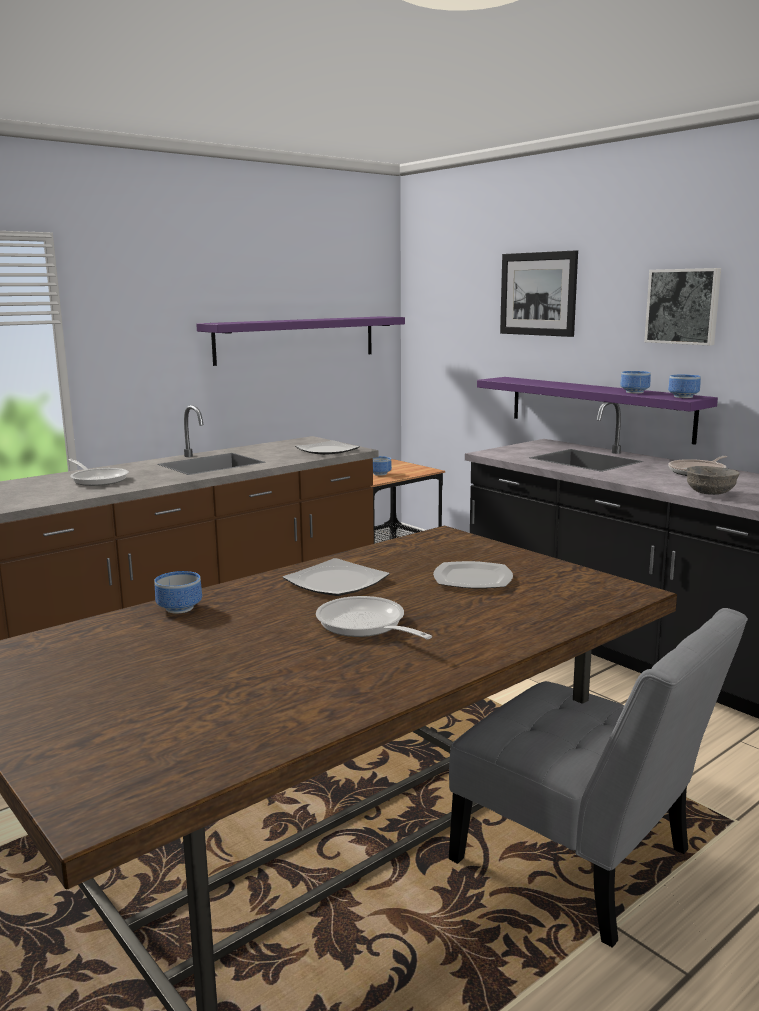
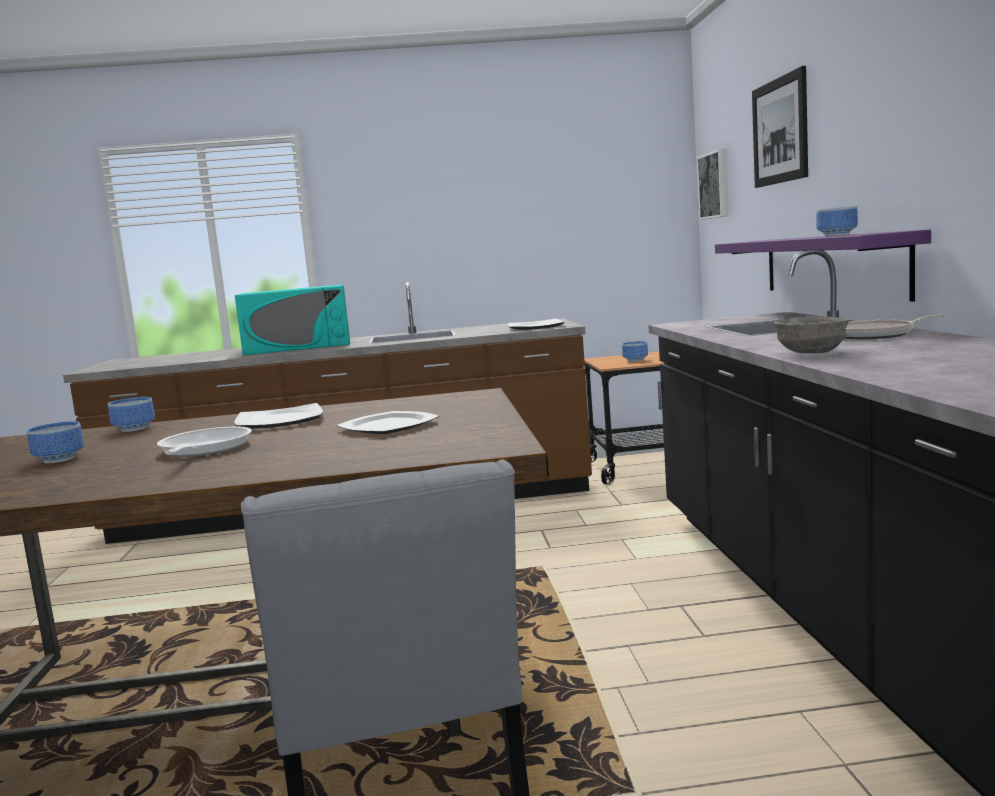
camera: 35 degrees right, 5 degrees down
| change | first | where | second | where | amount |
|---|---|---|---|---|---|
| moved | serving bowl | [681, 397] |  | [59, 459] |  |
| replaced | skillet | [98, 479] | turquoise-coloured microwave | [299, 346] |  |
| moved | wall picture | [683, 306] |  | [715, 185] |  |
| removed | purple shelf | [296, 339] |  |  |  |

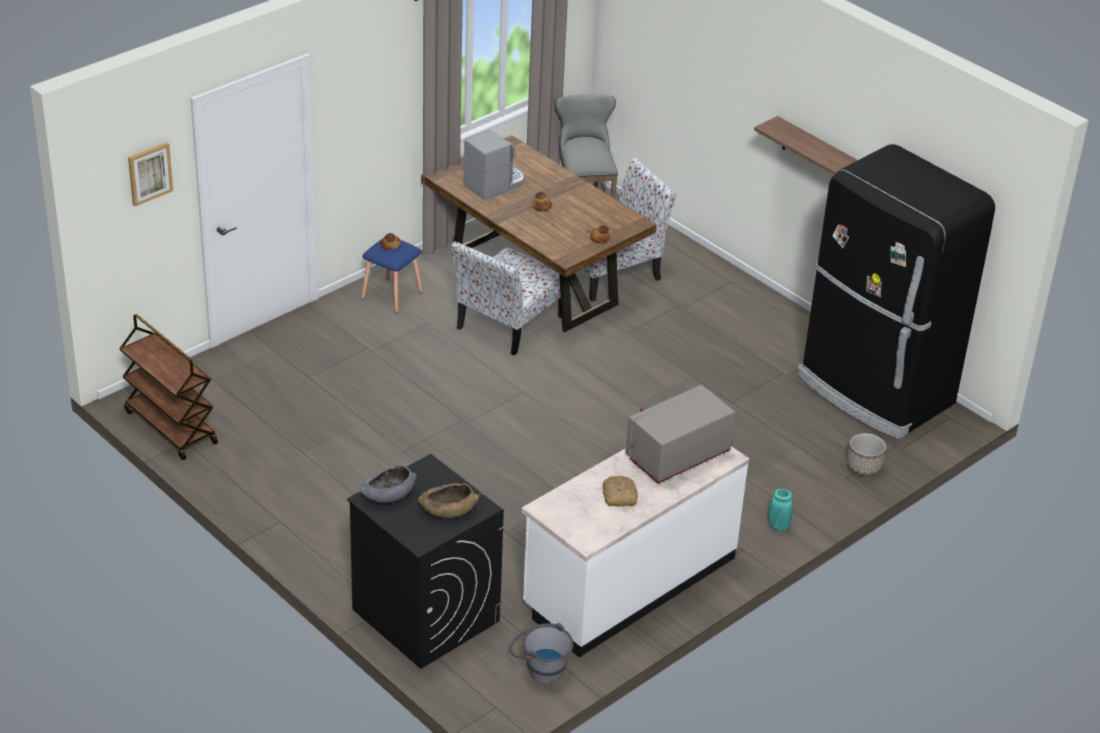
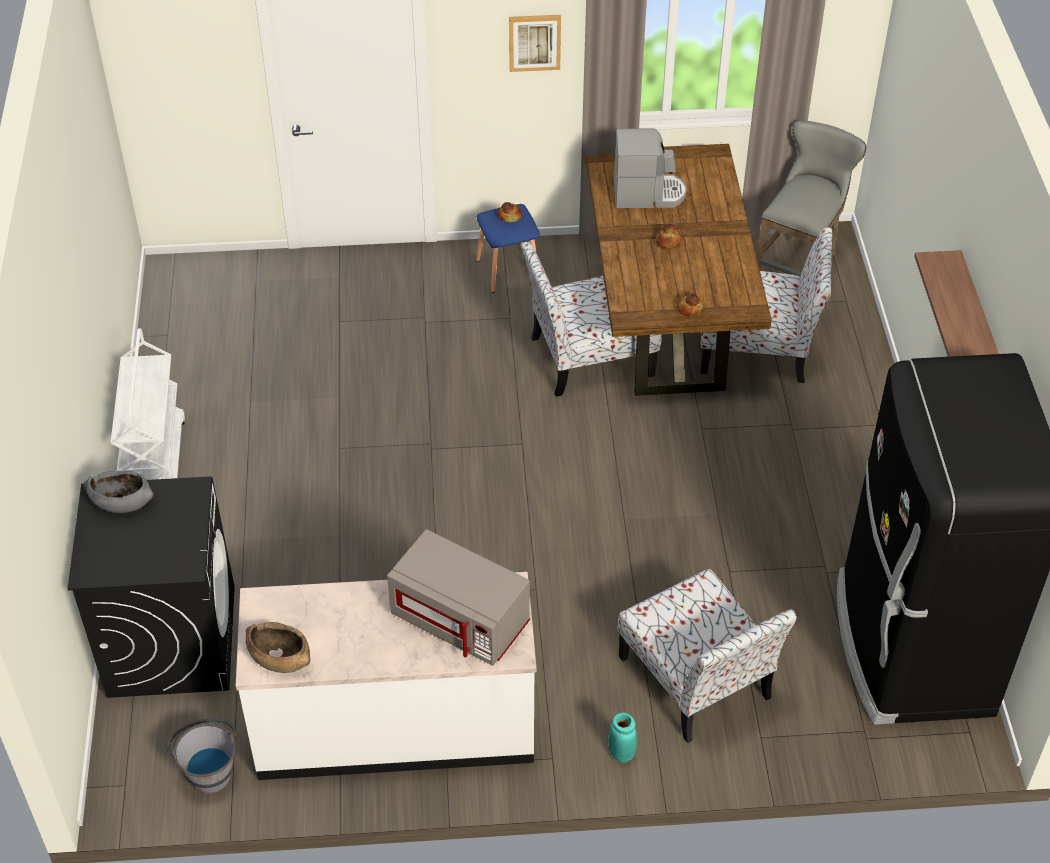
camera: 40 degrees right, 10 degrees up
| change | first | where | second | where | amount |
|---|---|---|---|---|---|
| added |  |  | white-coloured trolley | [155, 463] |  |
| moved | brown serving bowl | [448, 510] |  | [279, 656] |  |
| turned | greyish microwave | [677, 456] |  | [461, 620] | 150 degrees counterclockwise |
| moved | wall picture | [149, 173] |  | [534, 42] |  |
| added |  |  | chair | [697, 680] |  |
| removed | brown trolley | [170, 427] |  |  |  |
| removed | bakery bread | [618, 496] |  |  |  |
| removed | planter | [864, 467] |  |  |  |

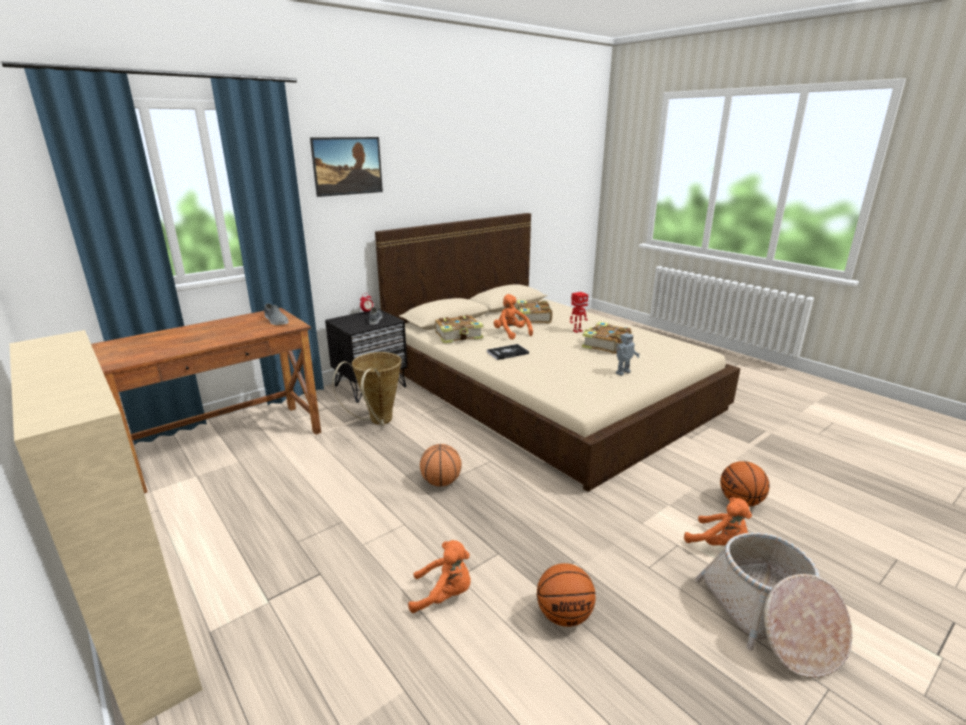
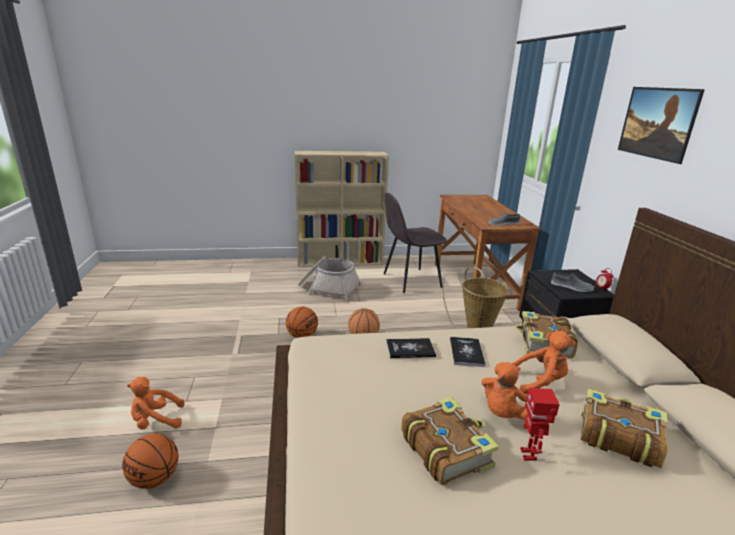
camera: 120 degrees right, 0 degrees up
| change | first | where | second | where | amount |
|---|---|---|---|---|---|
| moved | ball for basketball | [564, 615] |  | [302, 336] |  |
| moved | storage basket | [769, 619] |  | [328, 288] |  |
| added |  |  | greyish chair | [410, 281] |  |
| added |  |  | book | [410, 349] |  |
| moved | orangey soft toy | [444, 595] |  | [503, 413] |  |
| removed | model robot | [622, 372] |  |  |  |

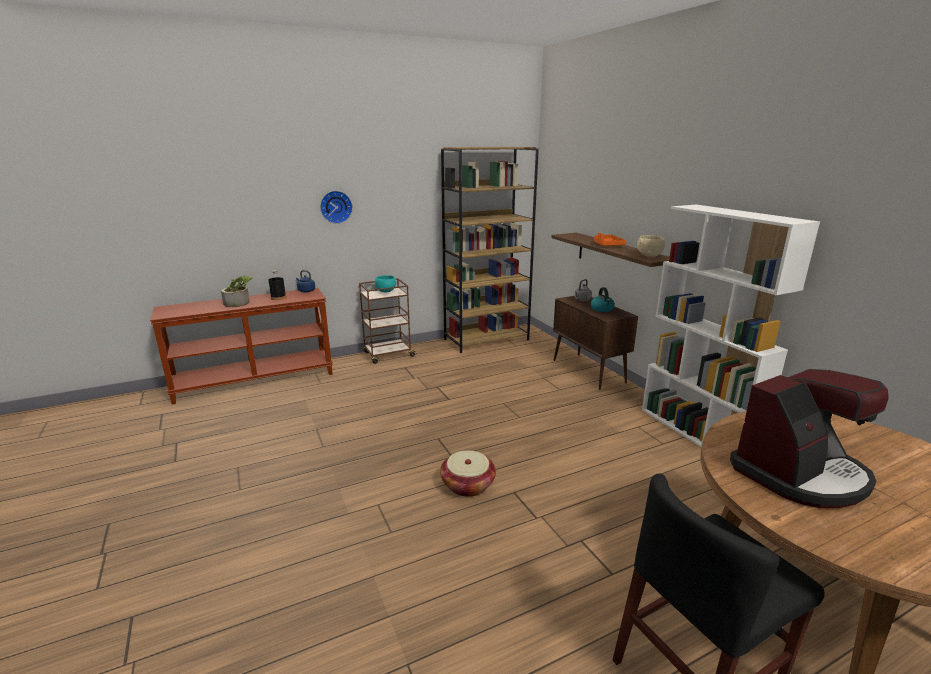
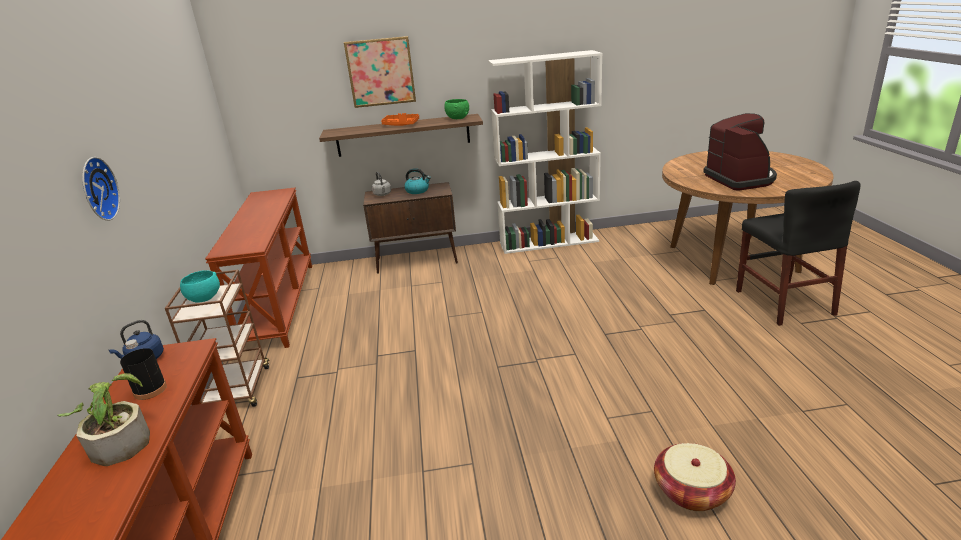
camera: 70 degrees left, 5 degrees up
| change | first | where | second | where | amount |
|---|---|---|---|---|---|
| replaced | brown bookshelf | [486, 339] | brown narrow table | [278, 304] |  |
| added |  |  | wall picture | [380, 72] |  |
| recoloured | sand-coloured serving bowl | [650, 255] | green-coloured serving bowl | [457, 118] |  |
| moved | storage basket | [468, 485] |  | [691, 491] |  |

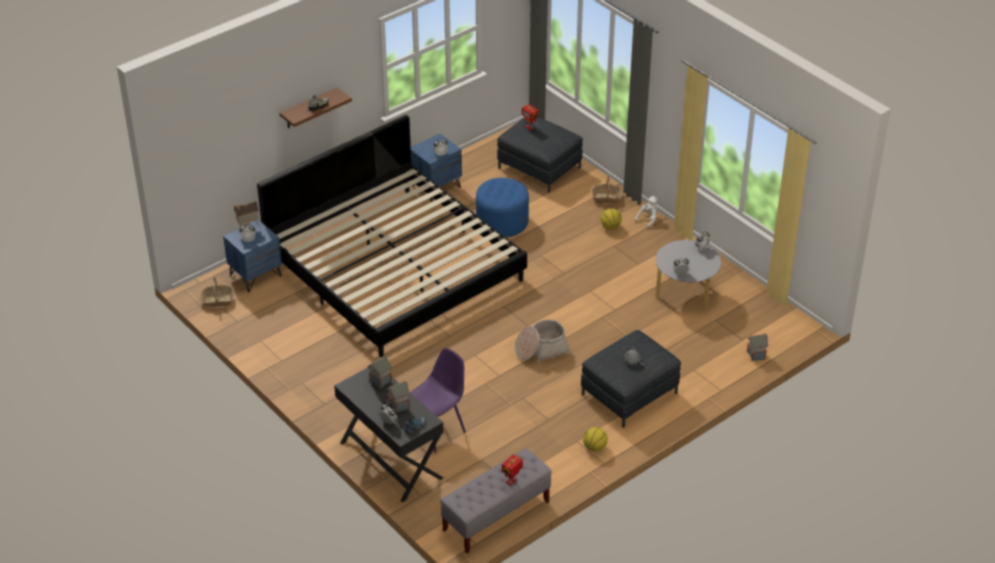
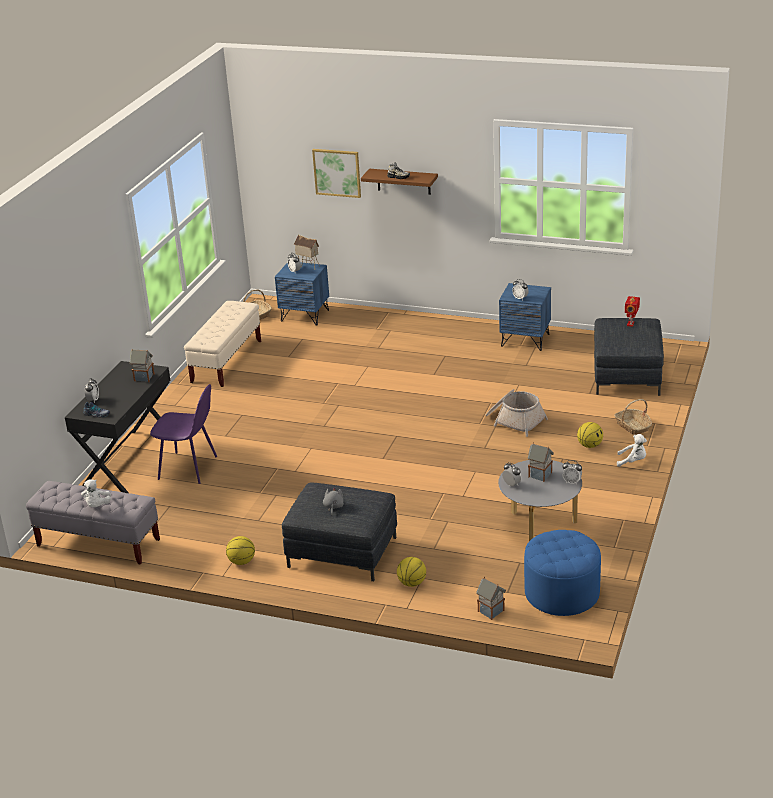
camera: 60 degrees right, 10 degrees down
| change | first | where | second | where | amount |
|---|---|---|---|---|---|
| replaced | model robot | [512, 481] | white-coloured soft toy | [97, 506] |  |
| added |  |  | sand-coloured long seat | [226, 362] |  |
| added |  |  | wall picture | [337, 172] |  |
| added |  |  | ball for basketball | [412, 583] |  |
| moved | storage basket | [541, 349] |  | [514, 420] |  |
| moved | blue ottoman | [502, 222] |  | [562, 593] |  |
| moved | toy house | [399, 405] |  | [540, 475] |  |
| removed | sleeping bed | [394, 268] |  |  |  |

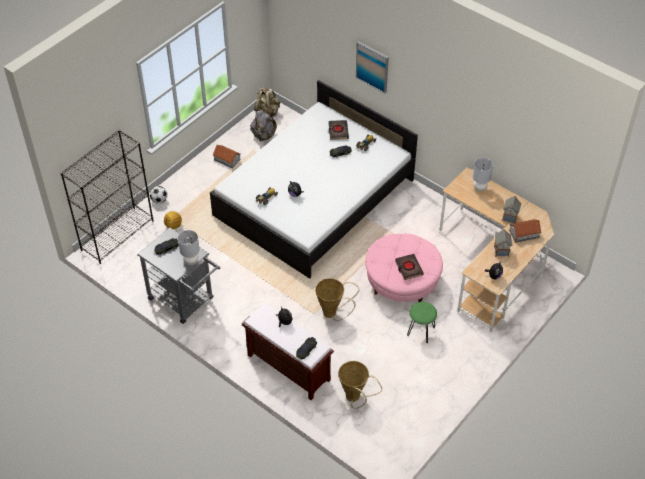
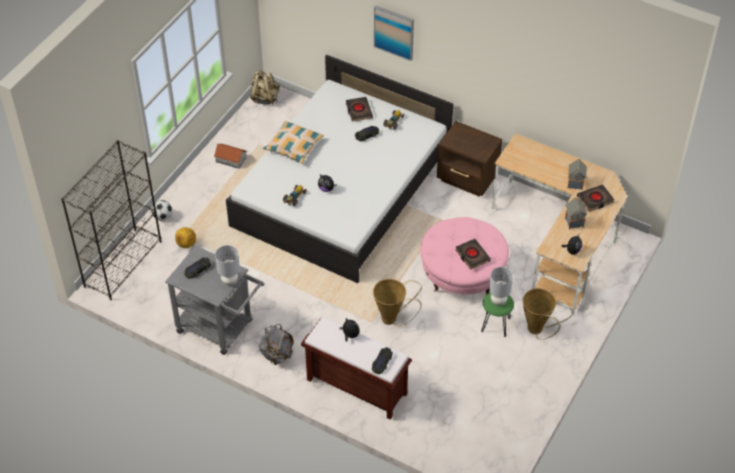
camera: 10 degrees left, 0 degrees up
| change | first | where | second | where | amount |
|---|---|---|---|---|---|
| moved | greyish backpack | [263, 135] |  | [277, 355] |  |
| added |  |  | throw pillow | [293, 146] |  |
| added |  |  | brown nightstand | [467, 179] |  |
| moved | greyish table lamp | [480, 188] |  | [498, 301] |  |
| moved | storage basket | [355, 399] |  | [538, 331] |  |
| replaced | toy house | [524, 234] | black-coloured book | [595, 200] |  |

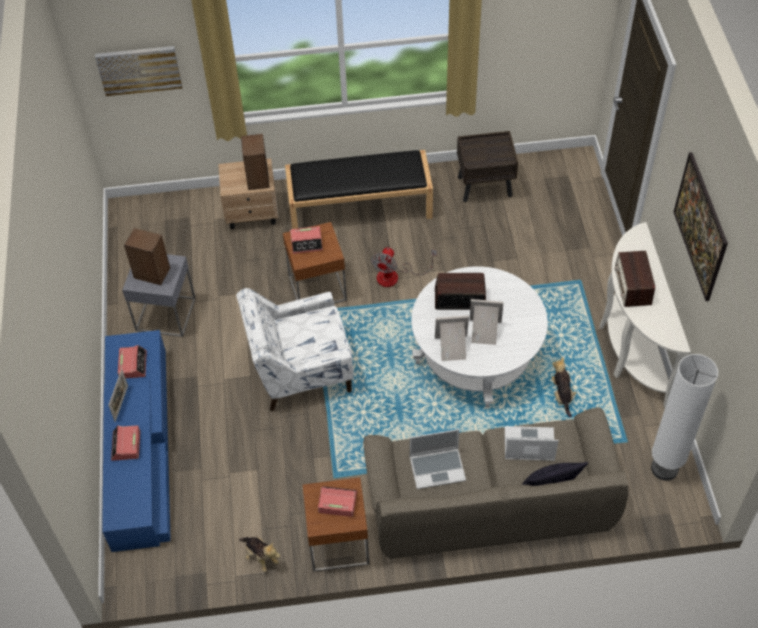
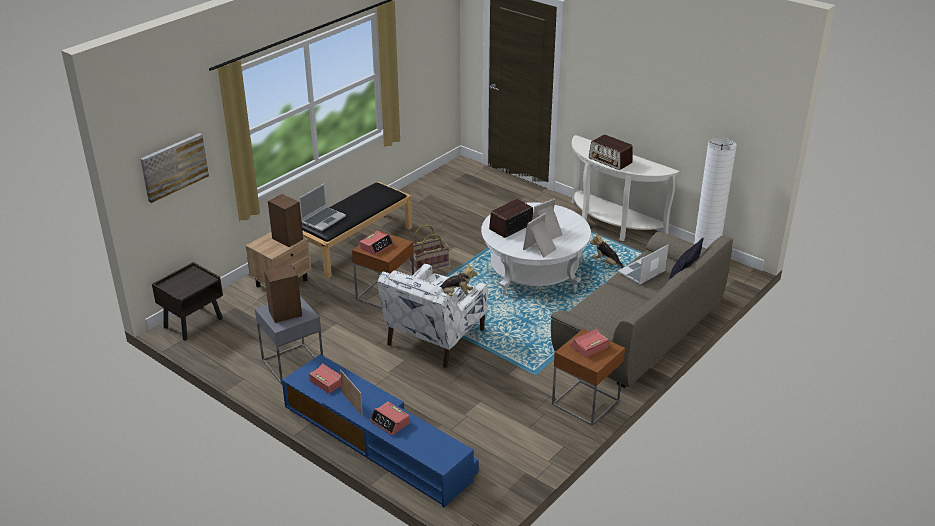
camera: 45 degrees left, 20 degrees down
| change | first | where | second | where | amount |
|---|---|---|---|---|---|
| moved | brown nightstand | [485, 186] |  | [193, 323] |  |
| moved | laptop | [438, 468] |  | [323, 219] |  |
| replaced | fan | [395, 276] | storage basket | [429, 264] |  |
| moved | soft toy | [260, 556] |  | [455, 295] |  |
| removed | wall picture | [696, 241] |  |  |  |

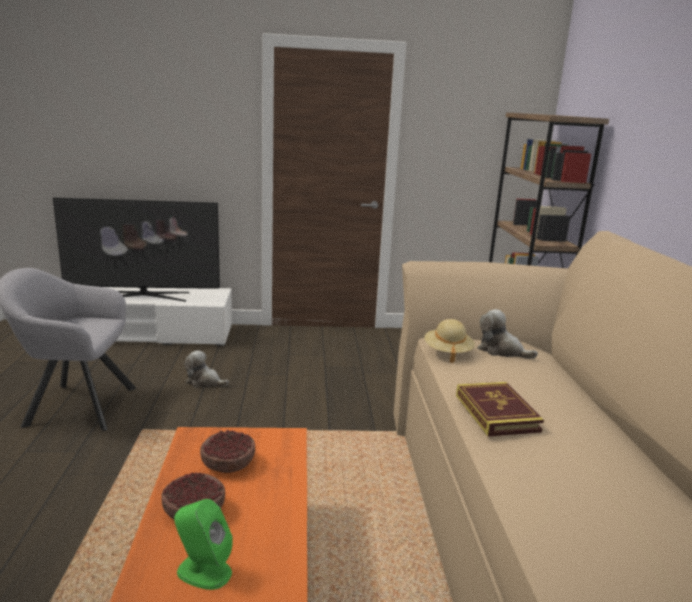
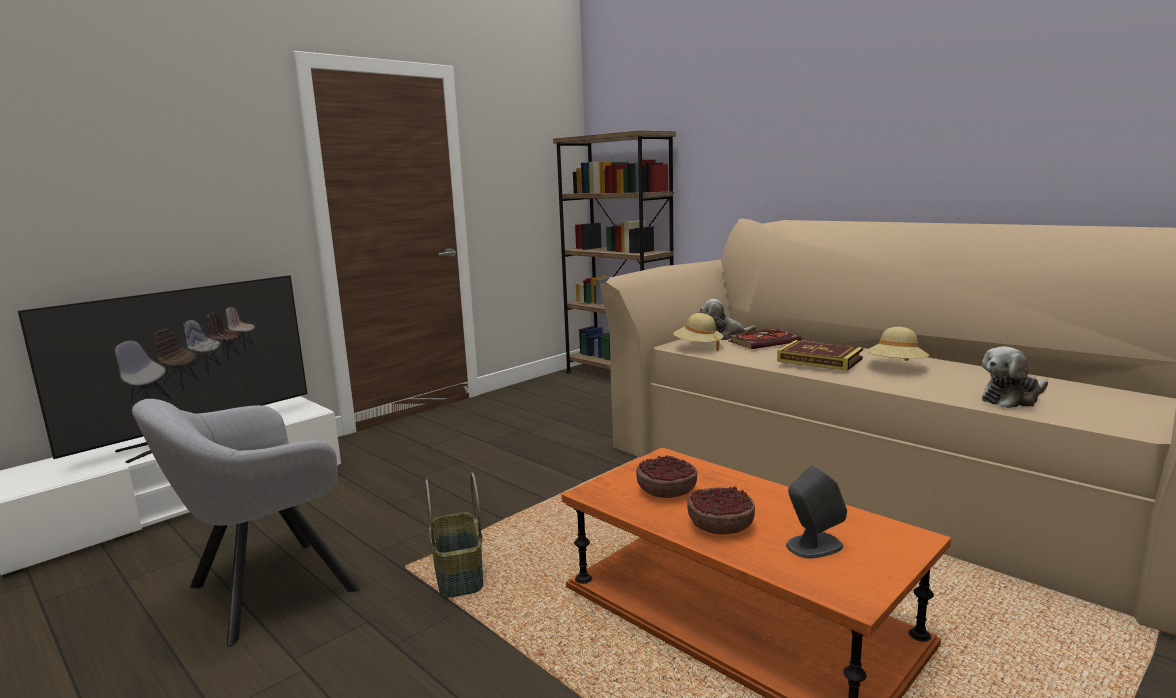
camera: 40 degrees left, 5 degrees down
| change | first | where | second | where | amount |
|---|---|---|---|---|---|
| added |  |  | storage basket | [457, 575] |  |
| added |  |  | book | [764, 341] |  |
| recoloured | green-coloured speaker | [203, 571] | greyish speaker | [813, 546] |  |
| added |  |  | sand-coloured wearable hat | [896, 367] |  |
| moved | soft toy | [204, 382] |  | [1012, 399] |  |

